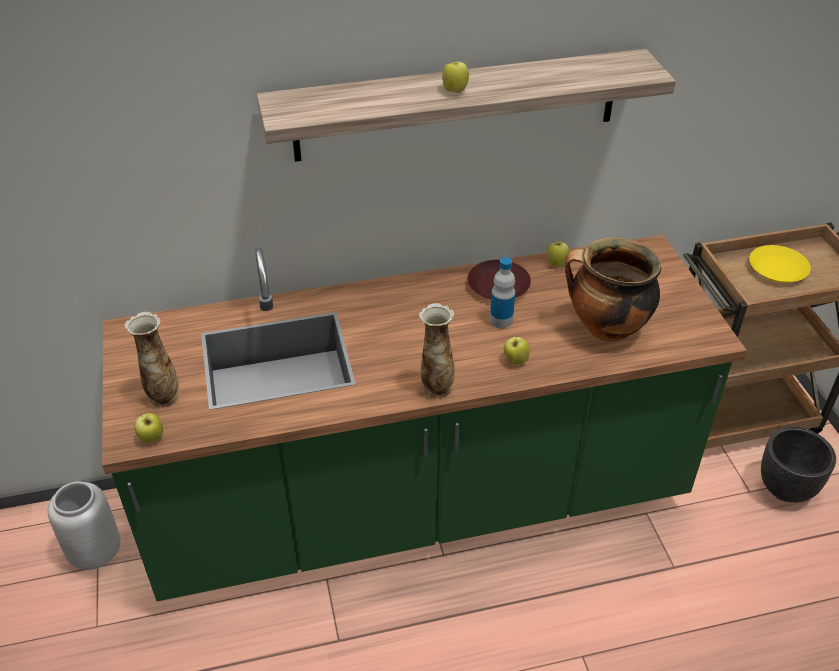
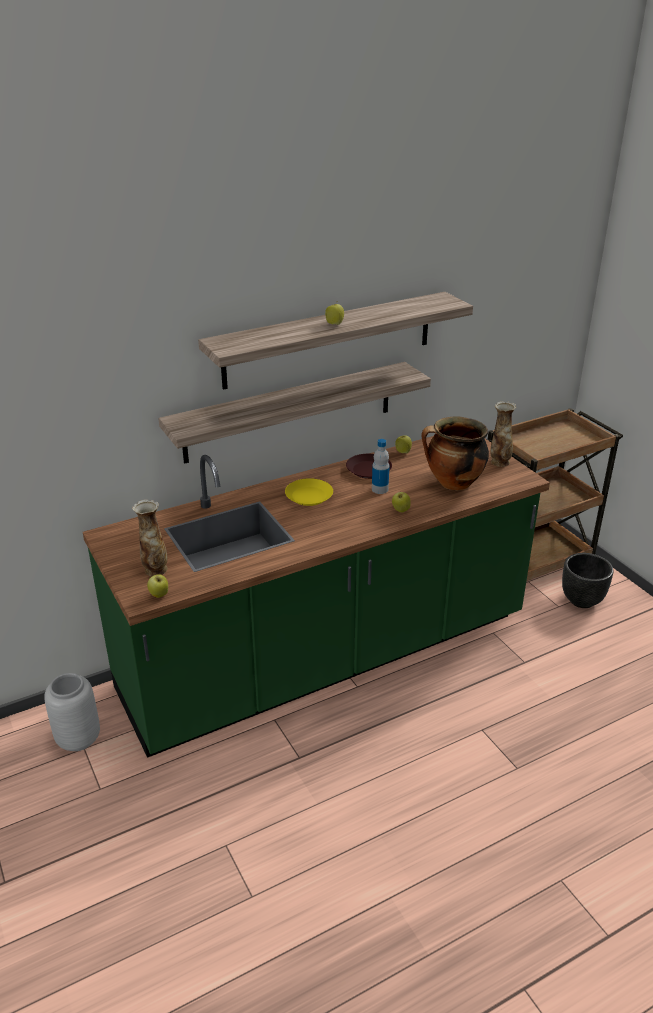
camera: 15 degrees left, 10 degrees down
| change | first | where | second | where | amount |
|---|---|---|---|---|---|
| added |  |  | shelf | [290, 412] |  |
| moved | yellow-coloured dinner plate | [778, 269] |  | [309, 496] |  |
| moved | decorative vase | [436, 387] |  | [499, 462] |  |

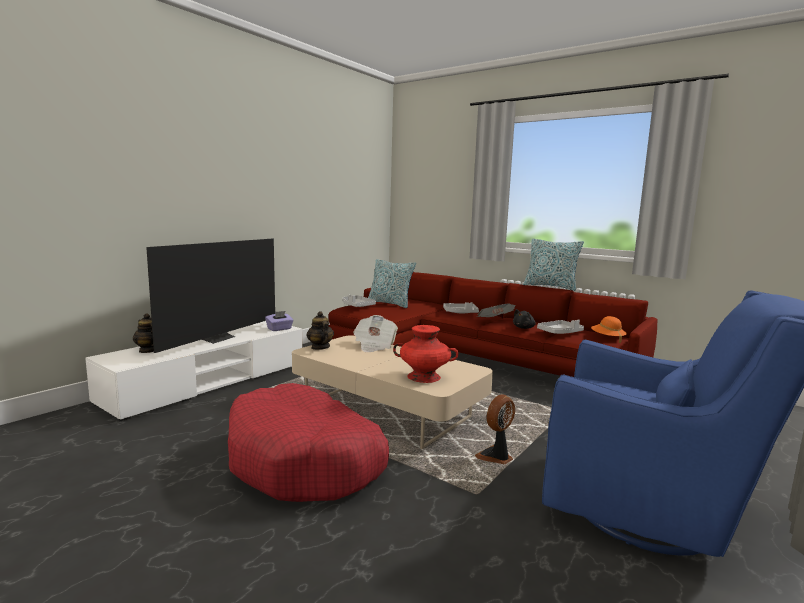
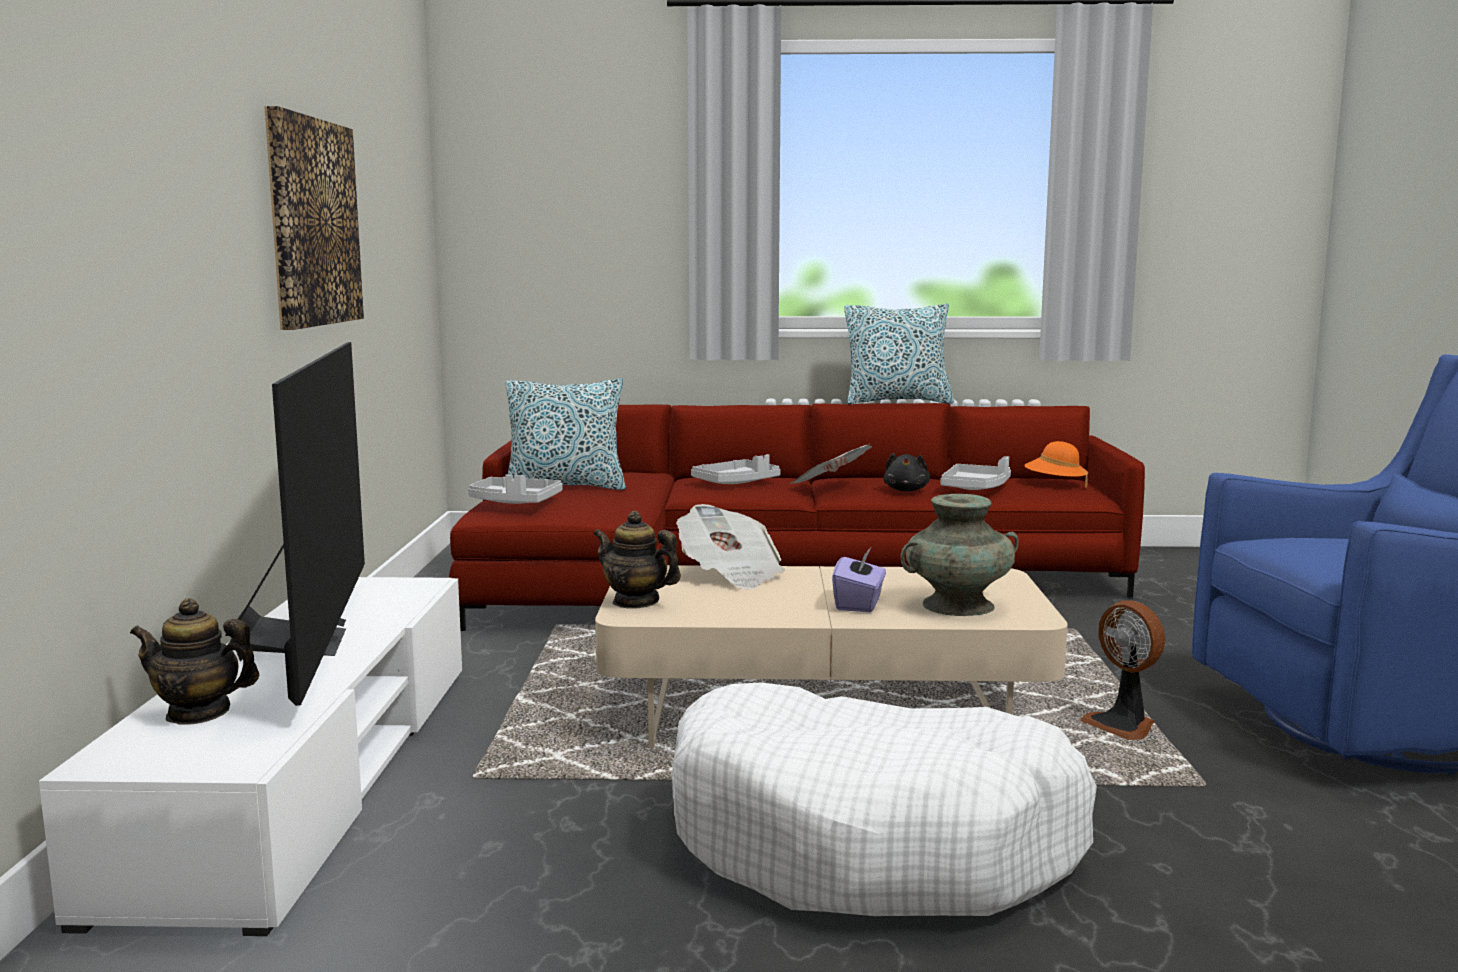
camera: 35 degrees left, 0 degrees up
| change | first | where | second | where | amount |
|---|---|---|---|---|---|
| added |  |  | wall picture | [312, 222] |  |
| recoloured | red dog cushion | [305, 461] | white-coloured dog cushion | [871, 842] |  |
| moved | purple box of tissues | [279, 329] |  | [859, 604] |  |
| recoloured | red decorative vase | [424, 377] | turquoise-coloured decorative vase | [958, 606] |  |
| turned | fan | [495, 457] |  | [1123, 726] | 45 degrees counterclockwise |

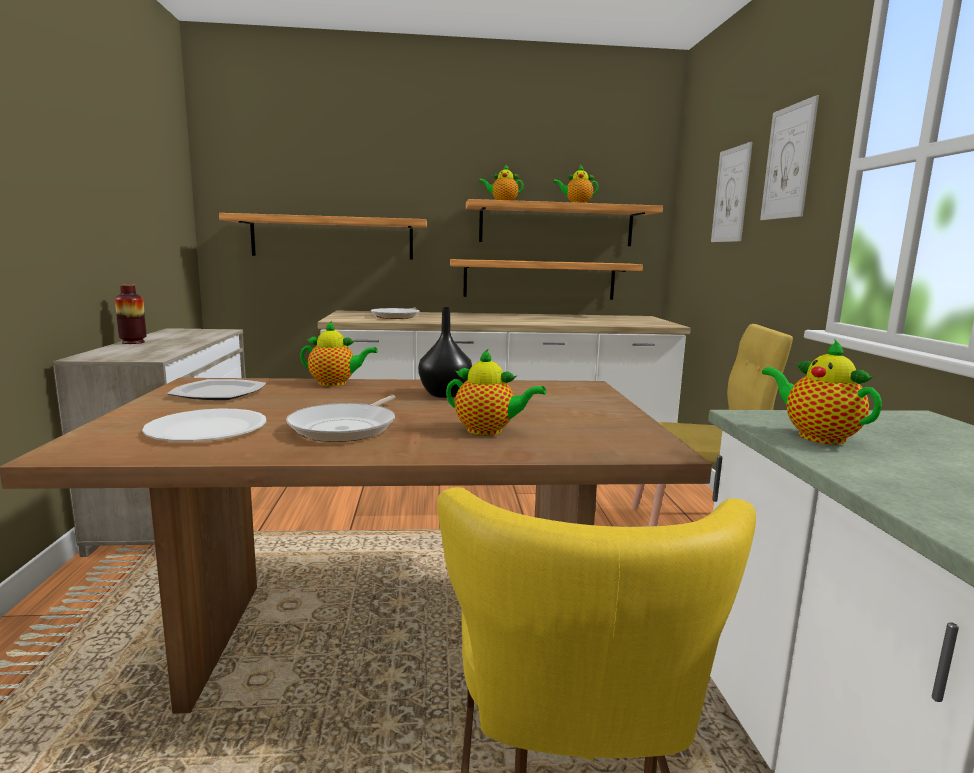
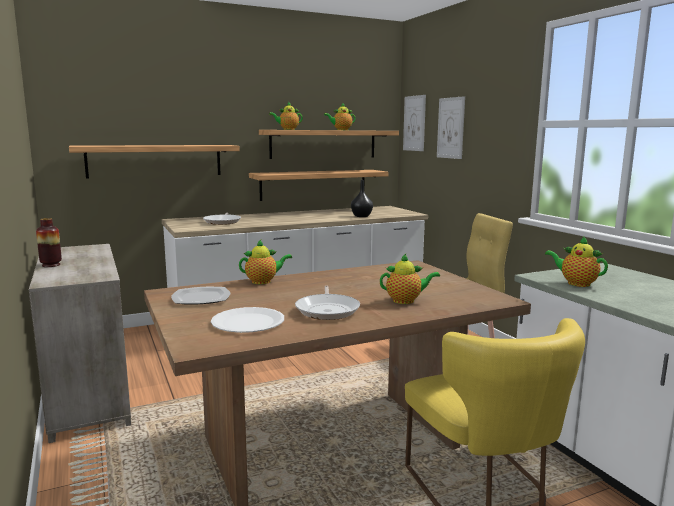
camera: 20 degrees left, 0 degrees up
| change | first | where | second | where | amount |
|---|---|---|---|---|---|
| moved | black-coloured decorative vase | [445, 394] |  | [361, 216] |  |
| moved | wall picture | [788, 162] |  | [414, 123] |  |

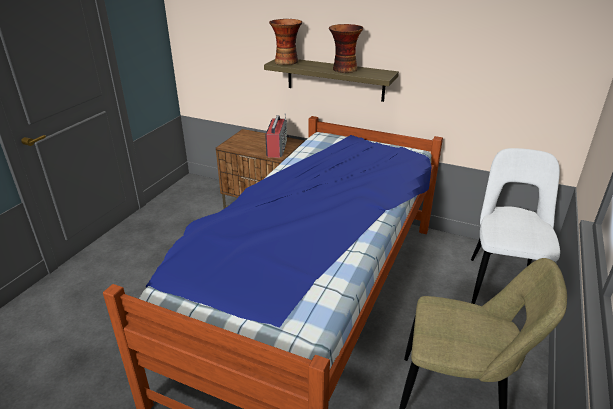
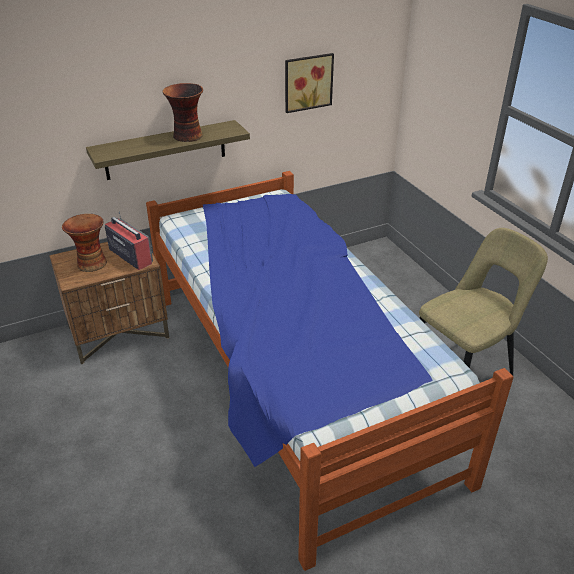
camera: 50 degrees left, 5 degrees up
| change | first | where | second | where | amount |
|---|---|---|---|---|---|
| moved | decorative vase | [286, 61] |  | [91, 263] |  |
| added |  |  | wall picture | [307, 82] |  |
| removed | white-coloured chair | [501, 284] |  |  |  |

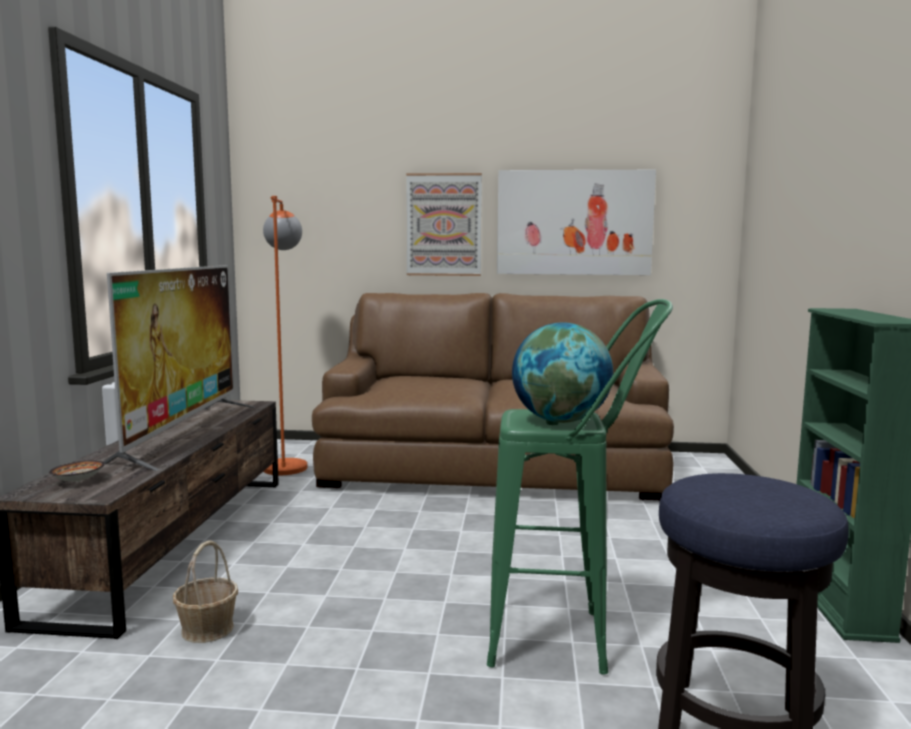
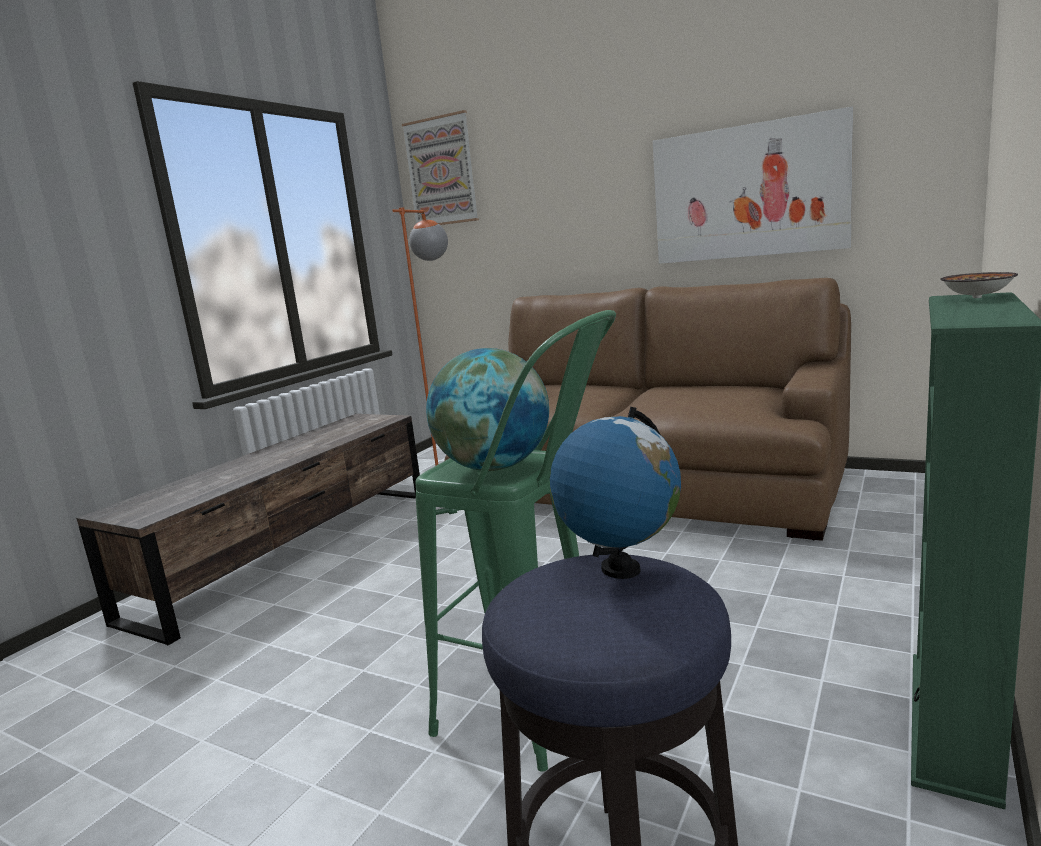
camera: 25 degrees right, 5 degrees up
| change | first | where | second | where | amount |
|---|---|---|---|---|---|
| moved | wall picture | [444, 225] |  | [441, 171] |  |
| added |  |  | globe | [620, 569] |  |
| moved | serving bowl | [77, 481] |  | [975, 298] |  |
| removed | TV set | [184, 432] |  |  |  |
| removed | storage basket | [207, 629] |  |  |  |

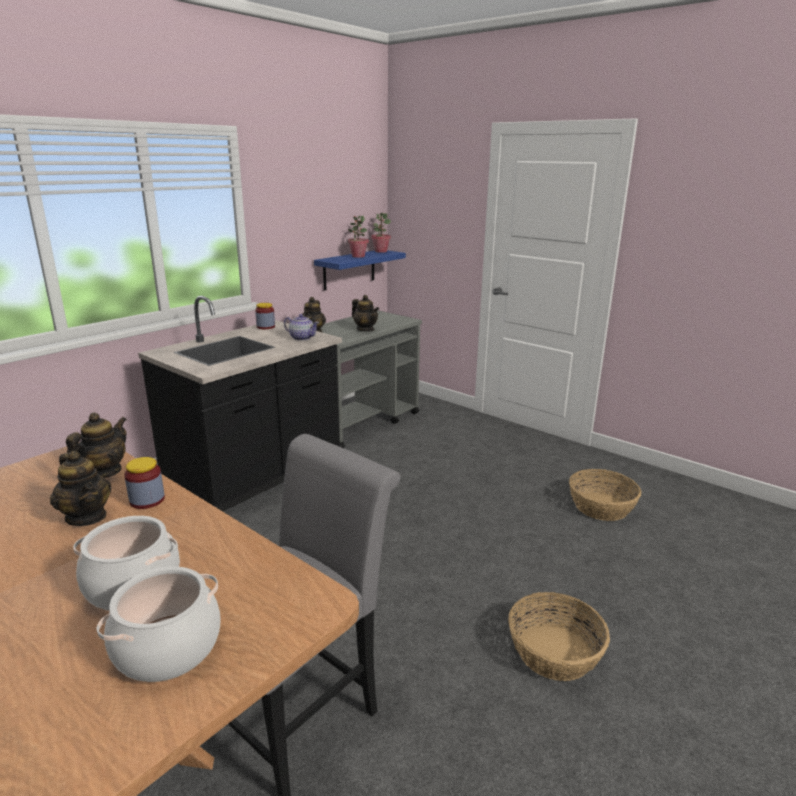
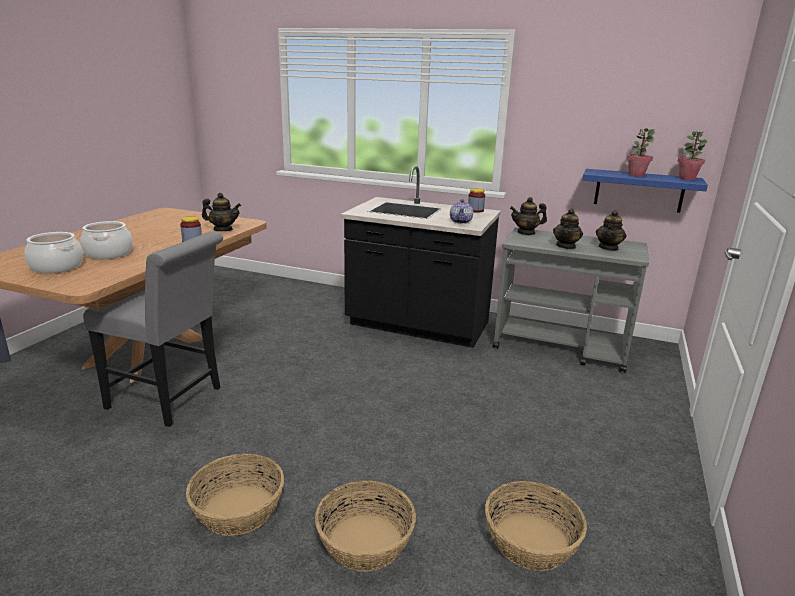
camera: 70 degrees right, 0 degrees up
| change | first | where | second | where | amount |
|---|---|---|---|---|---|
| added |  |  | storage basket | [365, 542] |  |
| moved | tea pot | [87, 517] |  | [608, 248] |  |

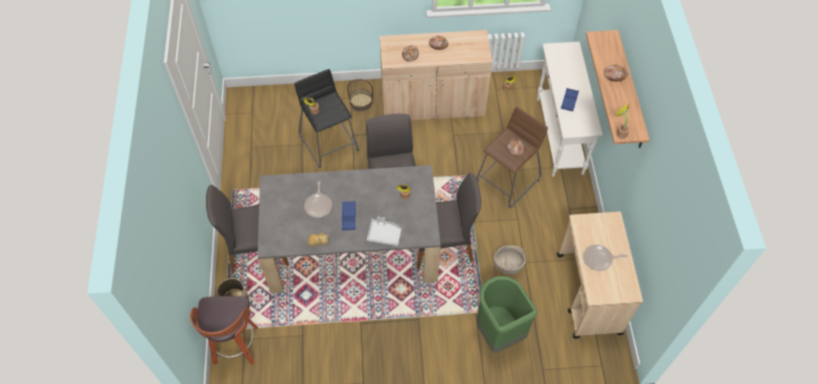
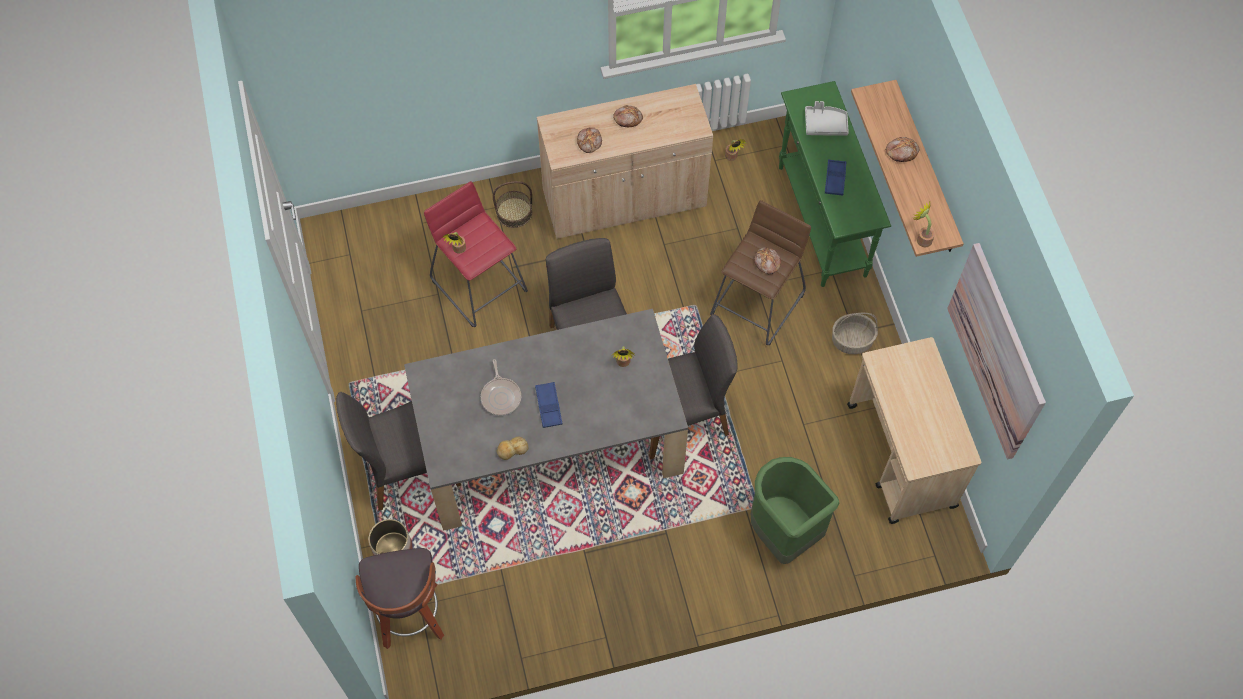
camera: 10 degrees left, 5 degrees up
| change | first | where | second | where | amount |
|---|---|---|---|---|---|
| recoloured | black-coloured stool | [329, 142] | red stool | [479, 284] |  |
| recoloured | white-coloured narrow table | [559, 136] | green-coloured narrow table | [821, 221] |  |
| moved | greyish carrying tray | [384, 234] |  | [825, 124] |  |
| moved | storage basket | [508, 265] |  | [851, 341] |  |
| added |  |  | wall picture | [996, 351] |  |
| removed | skillet | [599, 259] |  |  |  |

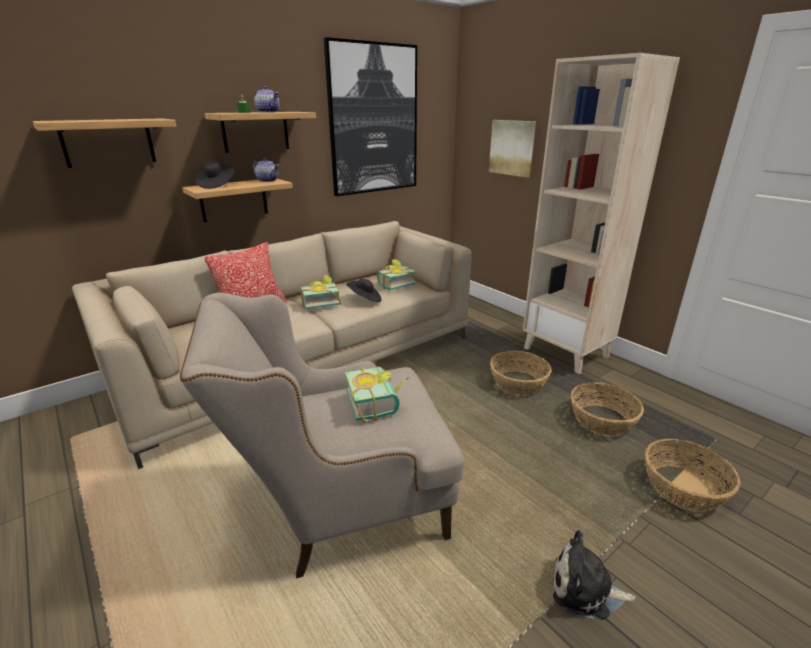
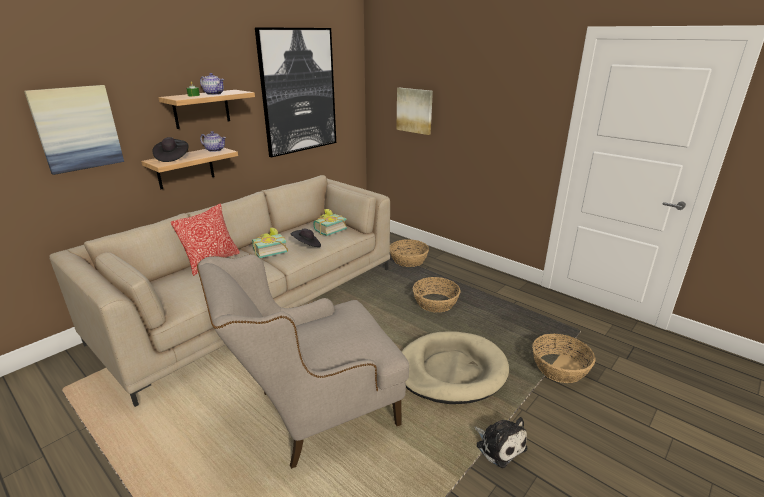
camera: 10 degrees left, 0 degrees up
| change | first | where | second | where | amount |
|---|---|---|---|---|---|
| replaced | shelf | [108, 142] | wall picture | [77, 128] |  |
| moved | storage basket | [602, 420] |  | [409, 260] |  |
| added |  |  | sand-coloured dog cushion | [451, 370] |  |
| turned | soft toy | [585, 590] |  | [499, 445] | 135 degrees counterclockwise |
| removed | book | [378, 403] |  |  |  |
| removed | sand-coloured bookshelf | [566, 353] |  |  |  |

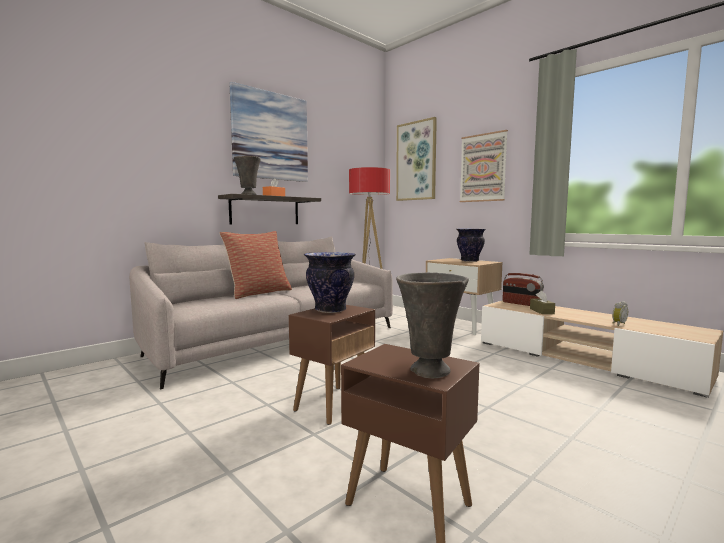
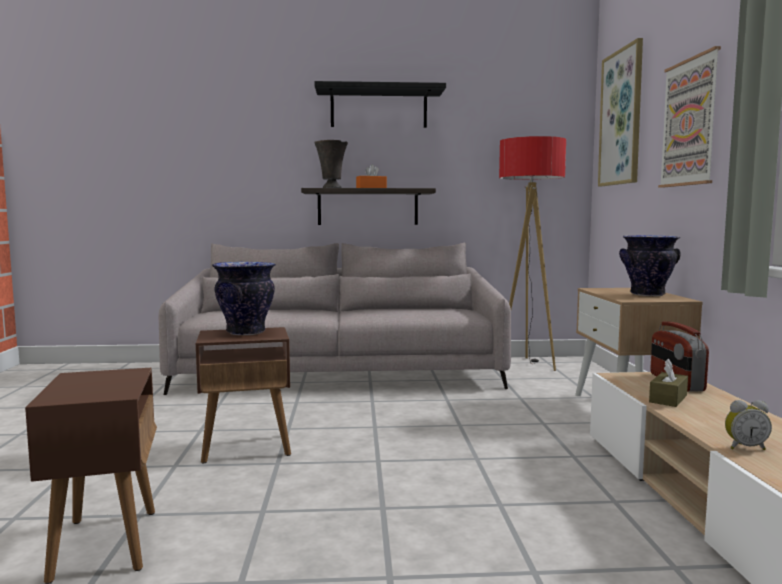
camera: 40 degrees right, 0 degrees up
| change | first | where | second | where | amount |
|---|---|---|---|---|---|
| replaced | wall picture | [270, 136] | black-coloured shelf | [378, 109] |  |
| removed | throw pillow | [258, 293] |  |  |  |
| removed | greyish decorative vase | [430, 372] |  |  |  |

